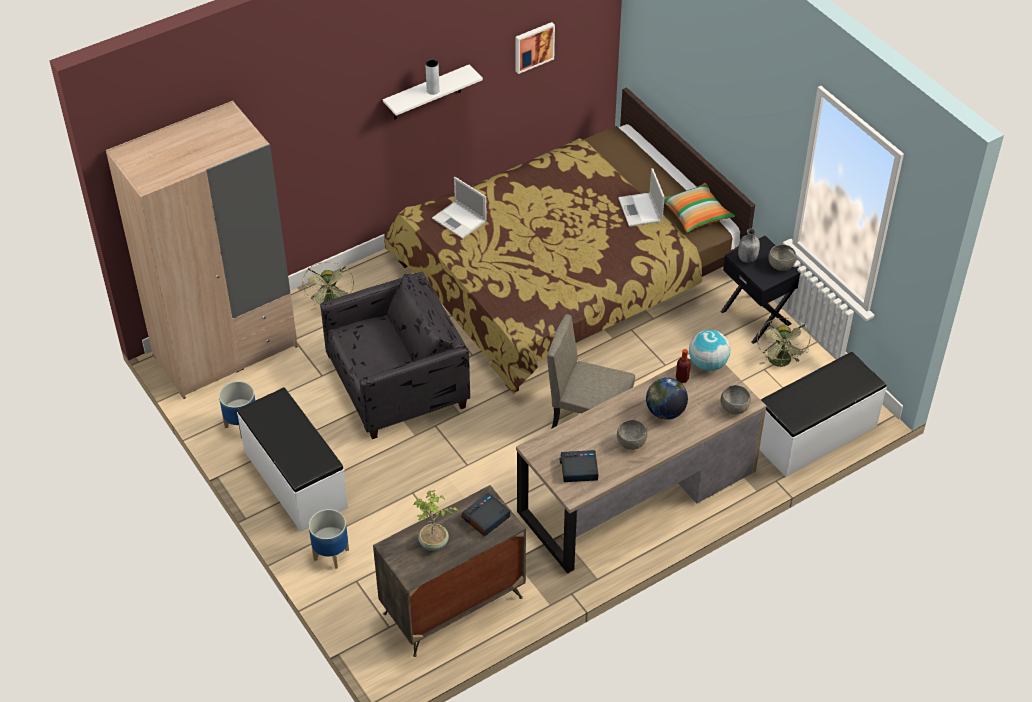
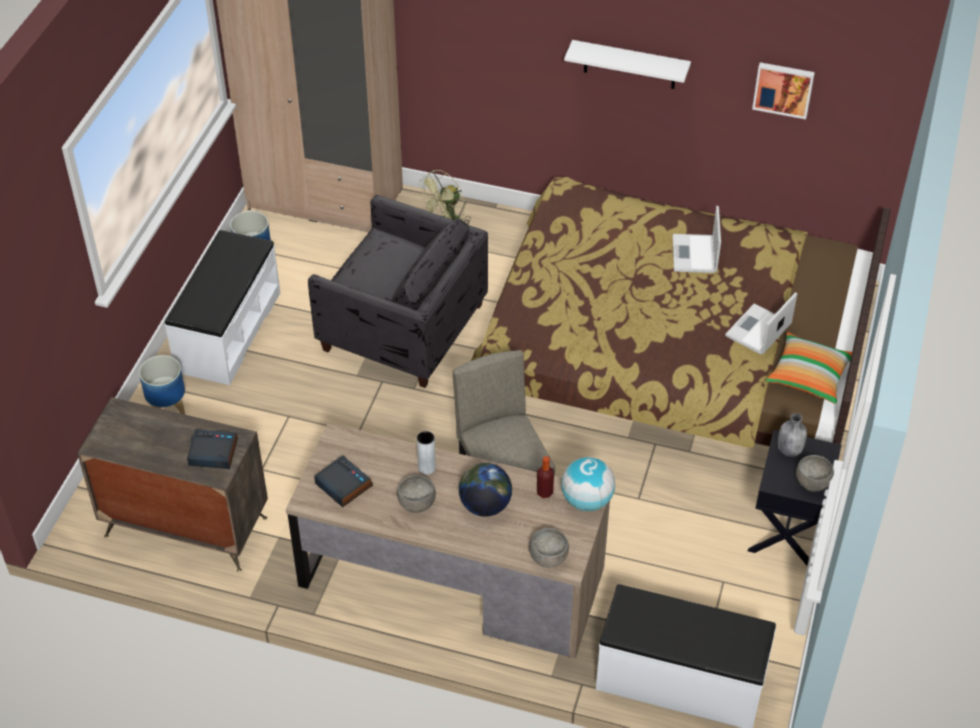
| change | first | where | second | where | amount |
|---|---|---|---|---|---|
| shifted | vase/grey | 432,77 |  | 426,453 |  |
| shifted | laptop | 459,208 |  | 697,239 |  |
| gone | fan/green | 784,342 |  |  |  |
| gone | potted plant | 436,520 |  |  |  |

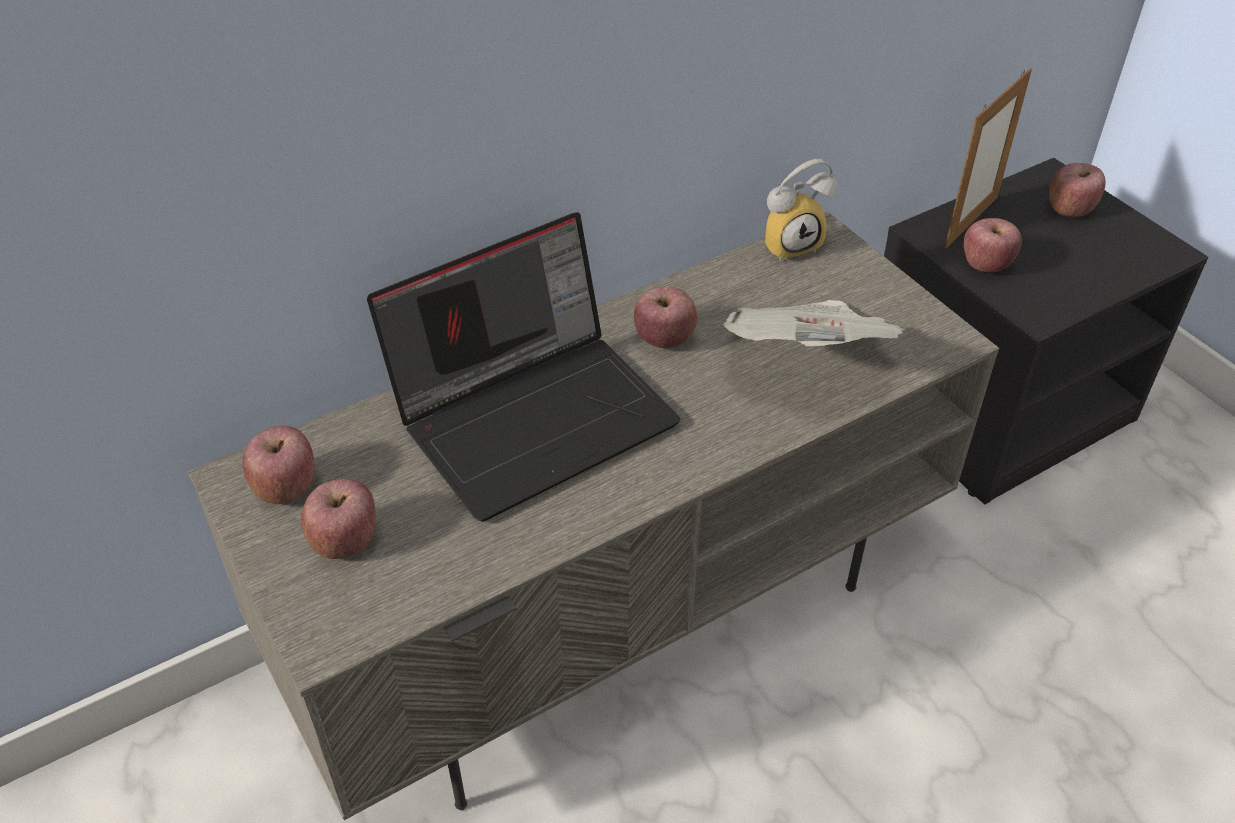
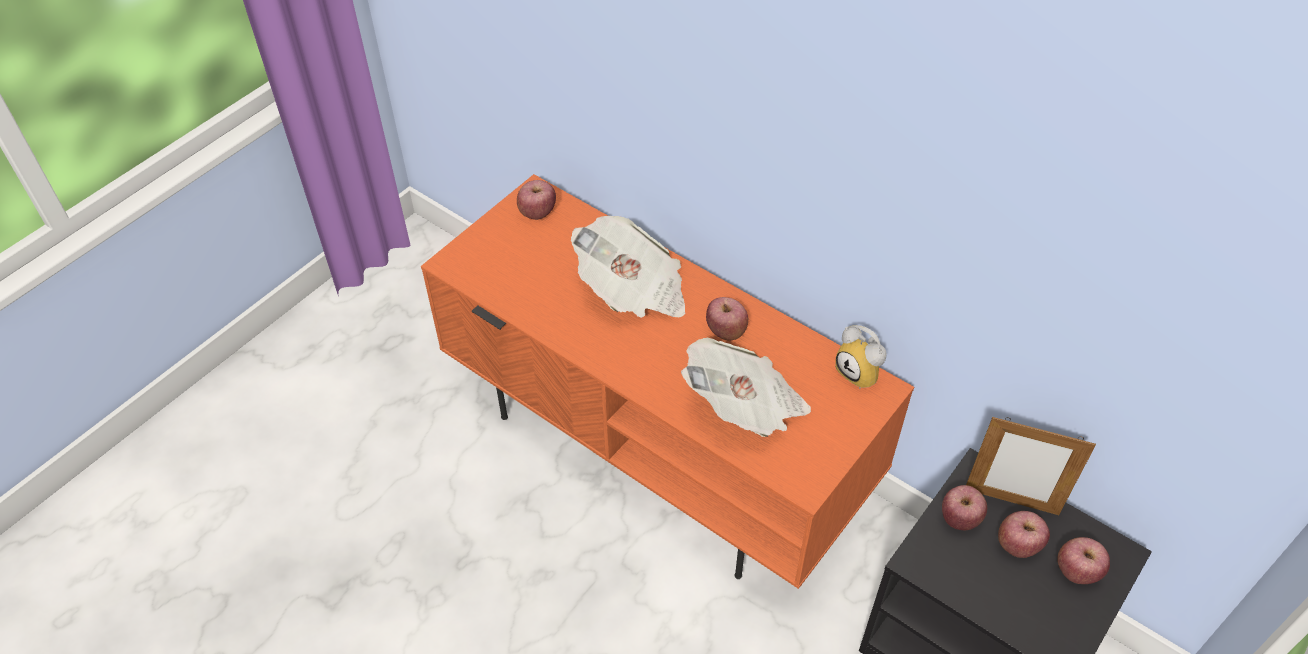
| change | first | where | second | where | amount |
|---|---|---|---|---|---|
| repainted | tv stand/grey | 593,516 | tv stand/orange | 667,381 |  |
| swapped | laptop | 523,367 | newspaper | 628,267 |  |
| shifted | apple | 338,519 |  | 1024,534 |  |

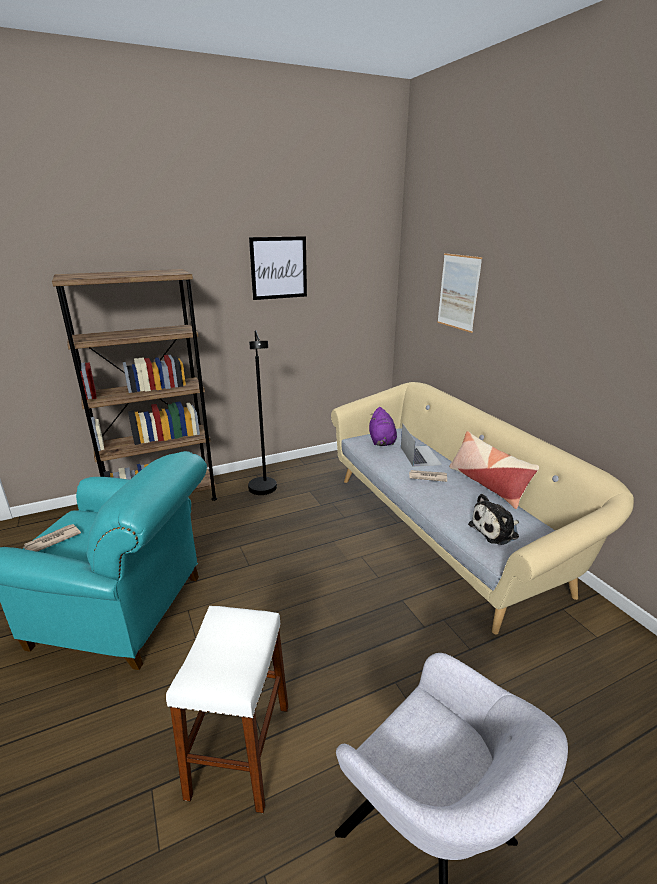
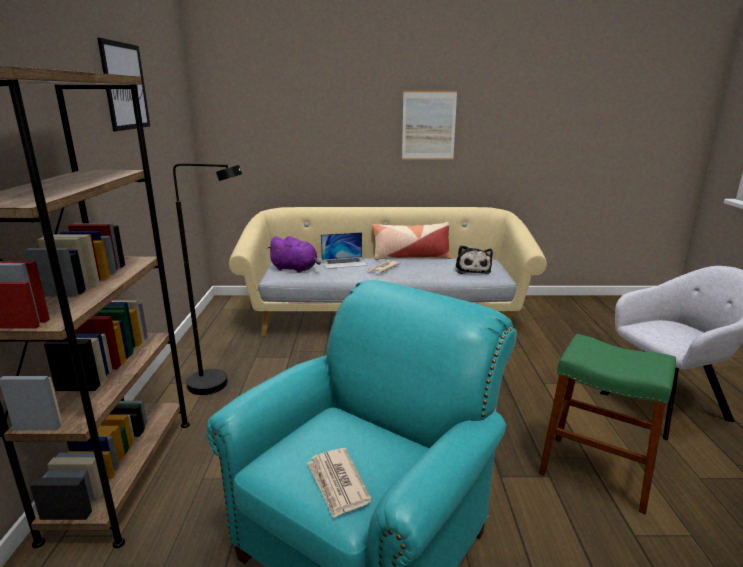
| change | first | where | second | where | amount |
|---|---|---|---|---|---|
| shifted | picture | 459,293 |  | 429,125 |  |
| rotated | laptop | 421,445 |  | 344,250 | 150 degrees clockwise |
| repainted | stool/white | 227,709 | stool/green | 607,424 |  |

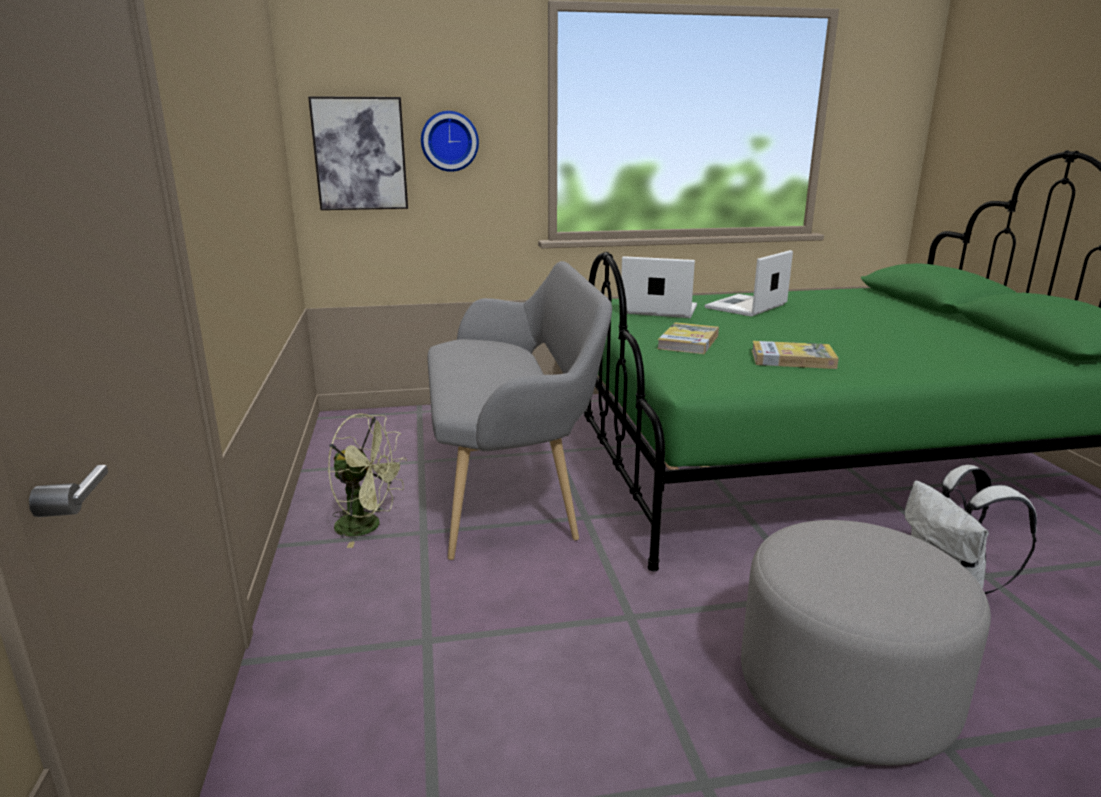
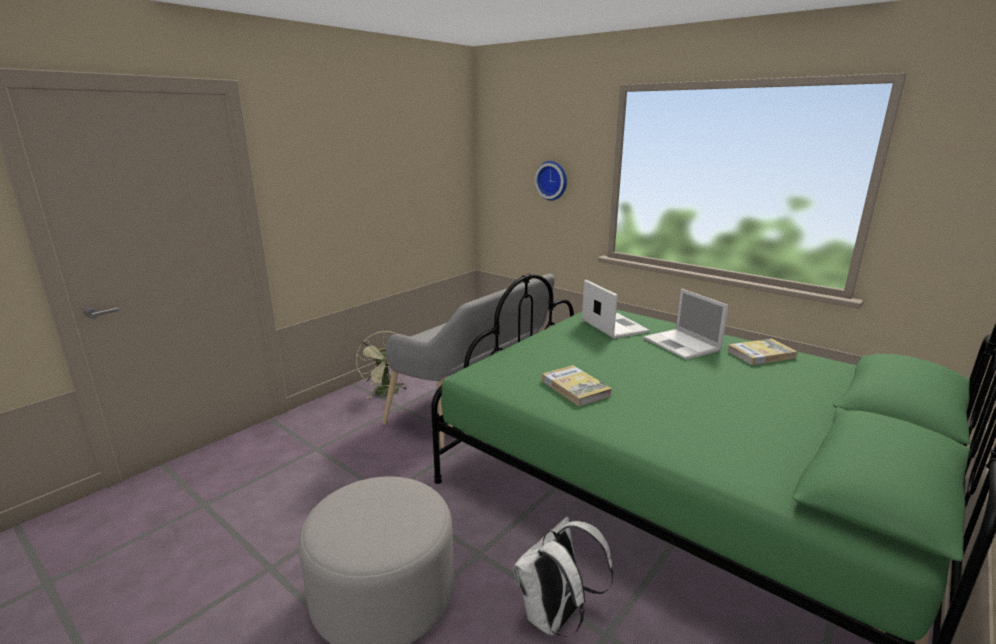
| change | first | where | second | where | amount |
|---|---|---|---|---|---|
| gone | picture | 358,153 |  |  |  |
| rotated | laptop | 749,283 |  | 685,324 | 120 degrees counterclockwise |
| shifted | book | 688,338 |  | 762,352 |  |

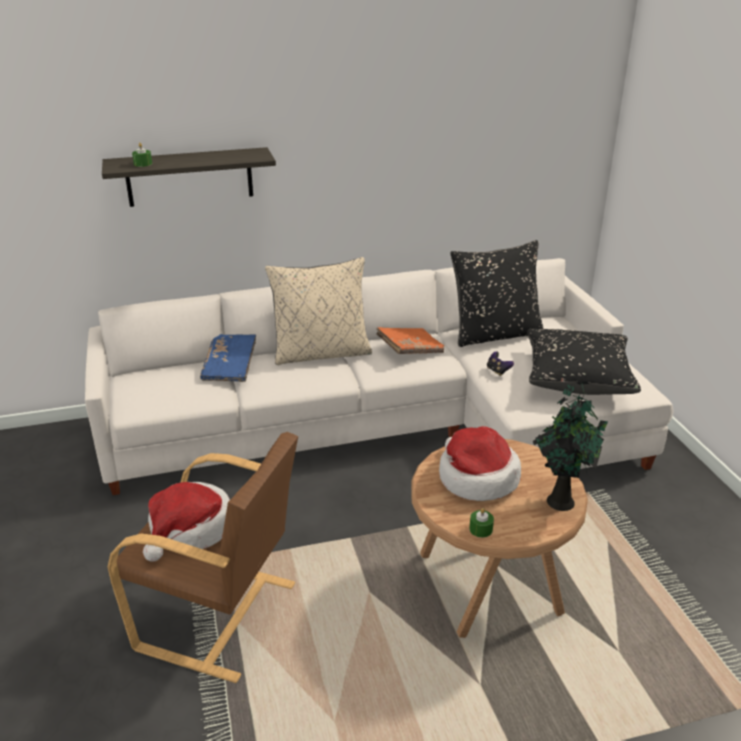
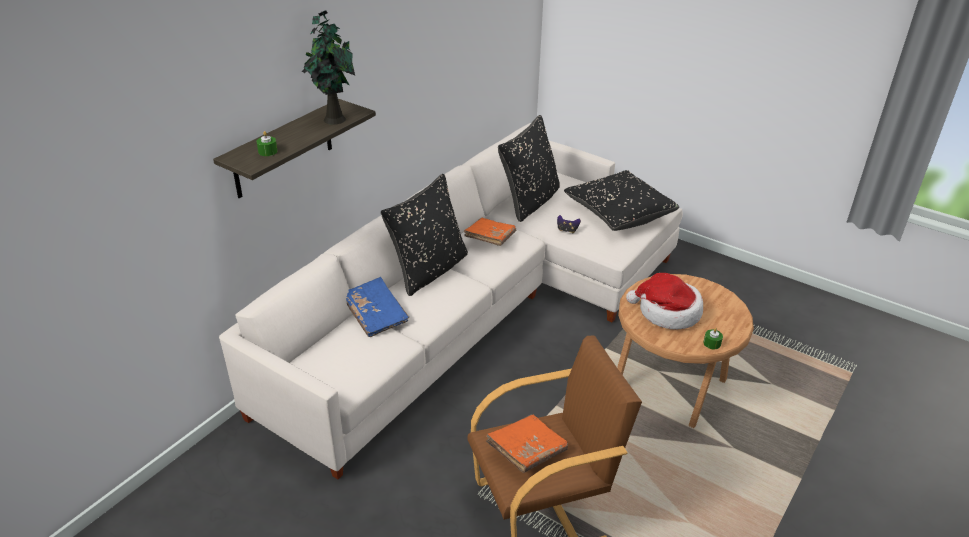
| change | first | where | second | where | amount |
|---|---|---|---|---|---|
| repainted | pillow/beige | 318,311 | pillow/black | 424,235 |  |
| shifted | potted plant | 570,446 |  | 328,67 |  |
| swapped | hat | 186,522 | book/orange | 527,444 |  |

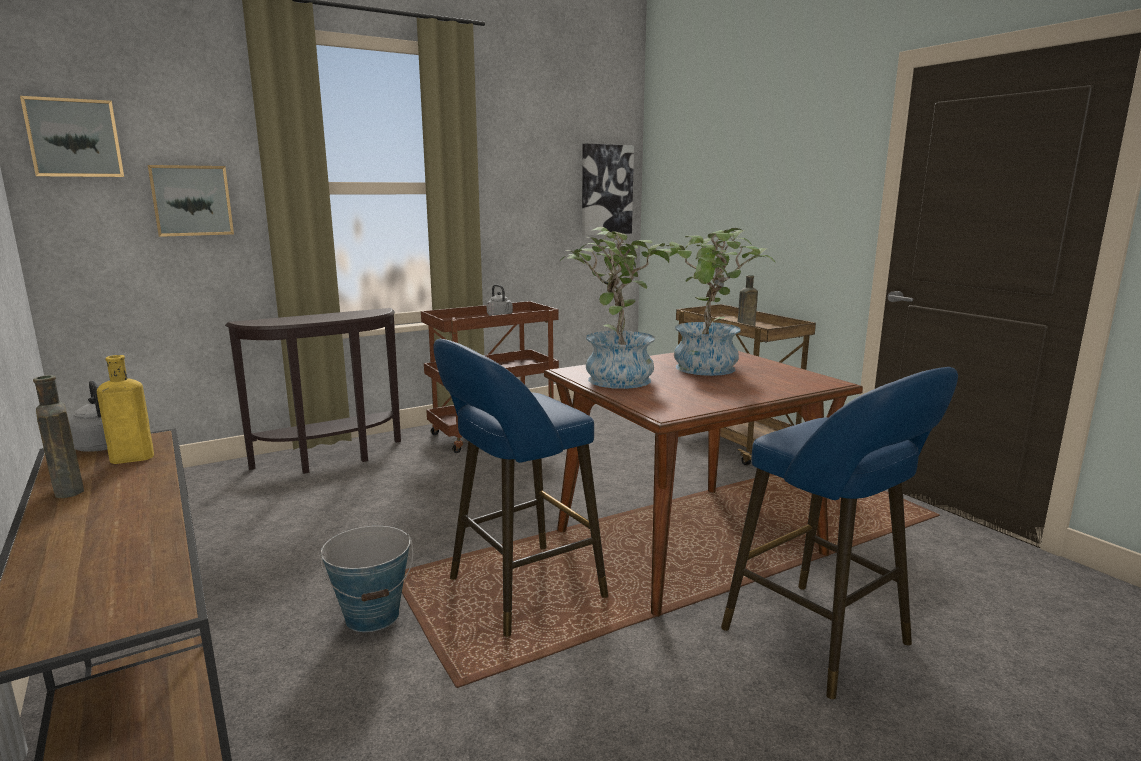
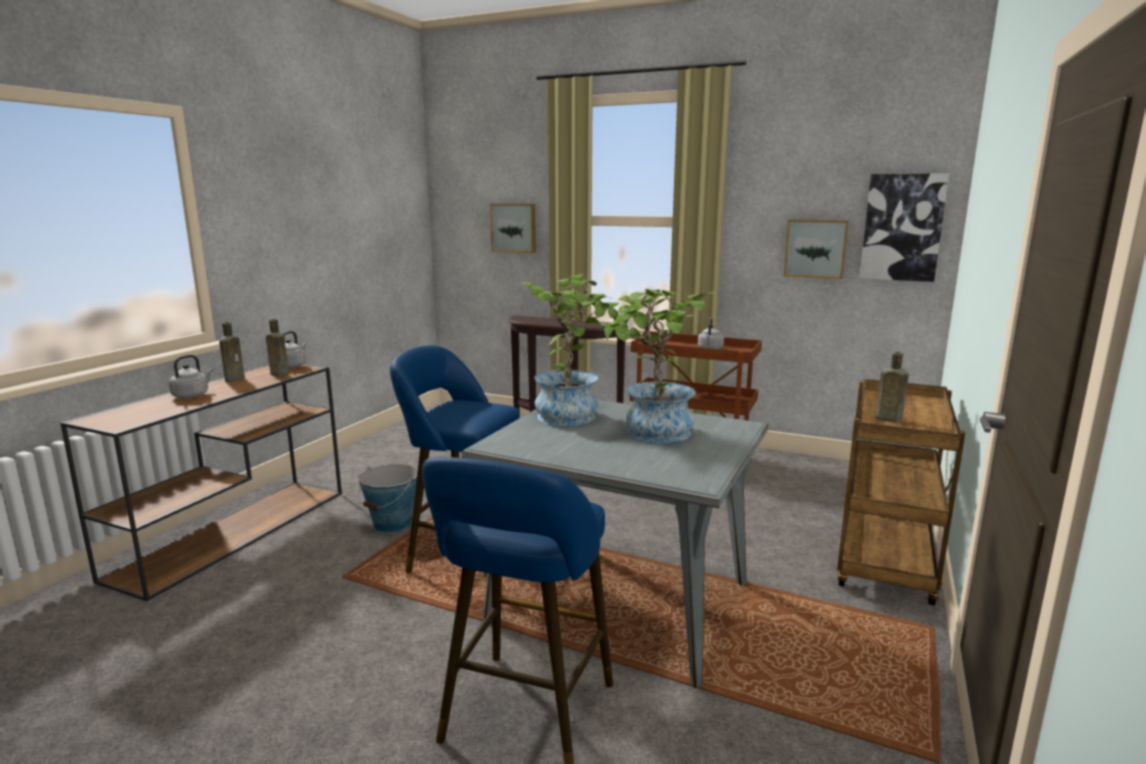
| change | first | where | second | where | amount |
|---|---|---|---|---|---|
| shifted | picture | 72,136 |  | 816,249 |  |
| repainted | dining table/brown | 703,484 | dining table/grey | 615,544 |  |
| repainted | bottle/yellow | 125,409 | bottle/brown | 277,348 |  |
| new |  |  | kettle/grey | 191,376 |  |

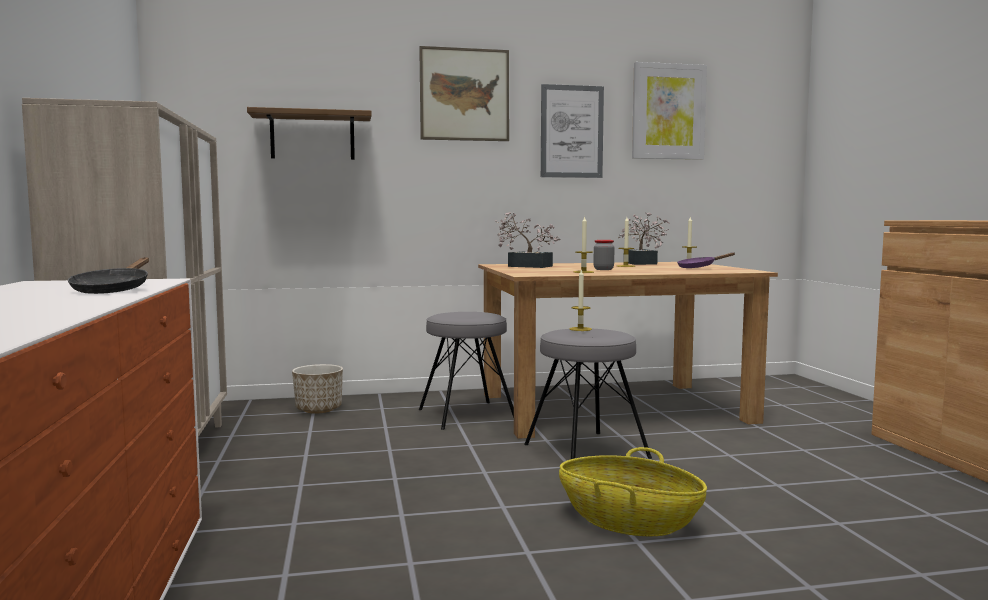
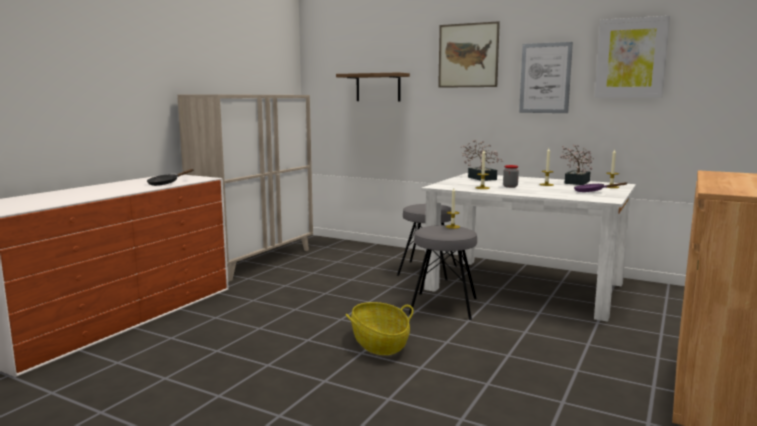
| change | first | where | second | where | amount |
|---|---|---|---|---|---|
| repainted | dining table/brown | 628,350 | dining table/white | 528,247 |  |
| gone | planter | 317,389 |  |  |  |

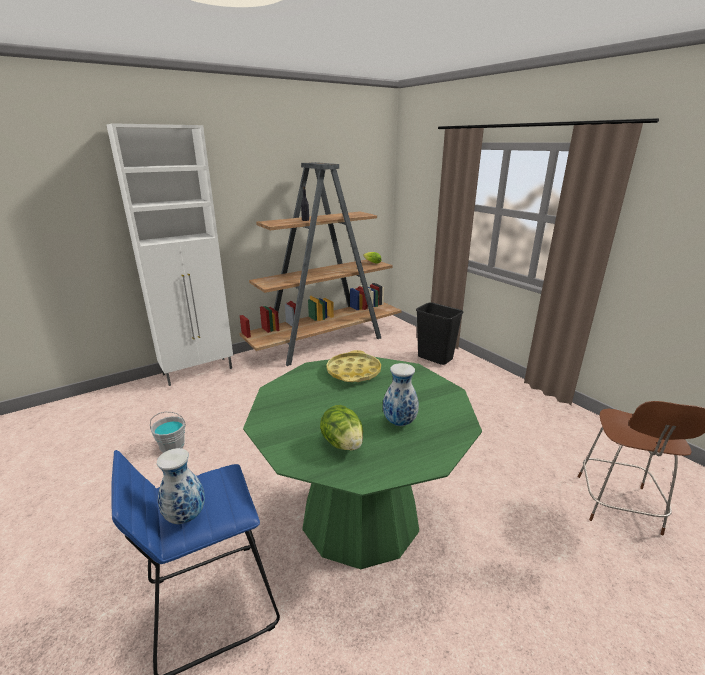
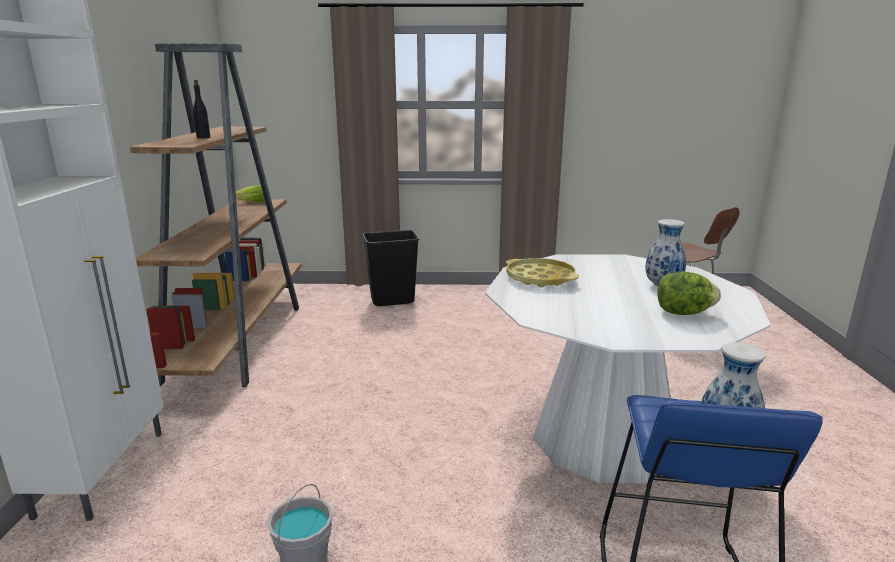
| change | first | where | second | where | amount |
|---|---|---|---|---|---|
| repainted | dining table/green | 362,463 | dining table/white | 628,369 |  |

